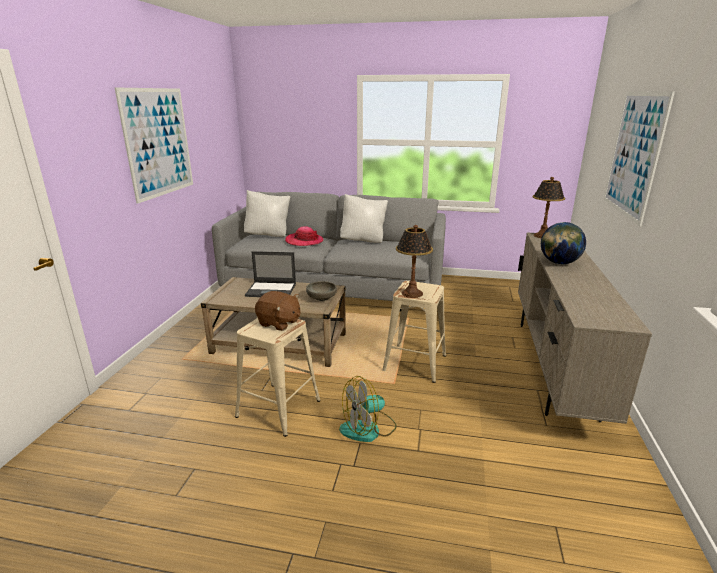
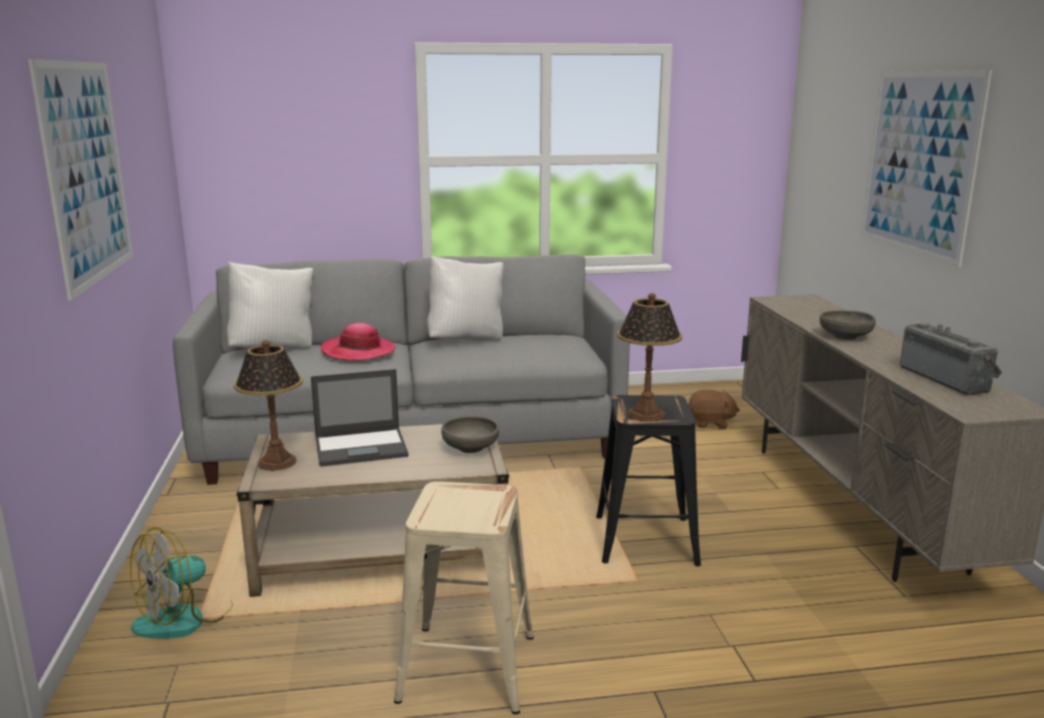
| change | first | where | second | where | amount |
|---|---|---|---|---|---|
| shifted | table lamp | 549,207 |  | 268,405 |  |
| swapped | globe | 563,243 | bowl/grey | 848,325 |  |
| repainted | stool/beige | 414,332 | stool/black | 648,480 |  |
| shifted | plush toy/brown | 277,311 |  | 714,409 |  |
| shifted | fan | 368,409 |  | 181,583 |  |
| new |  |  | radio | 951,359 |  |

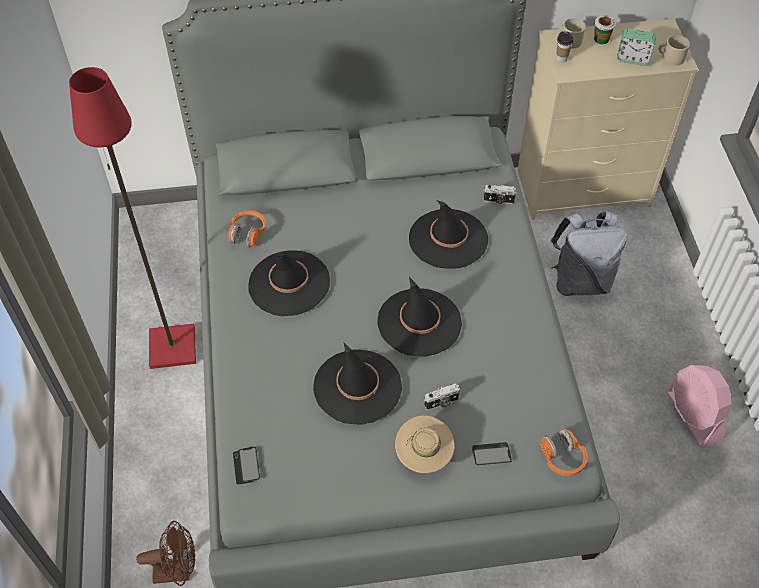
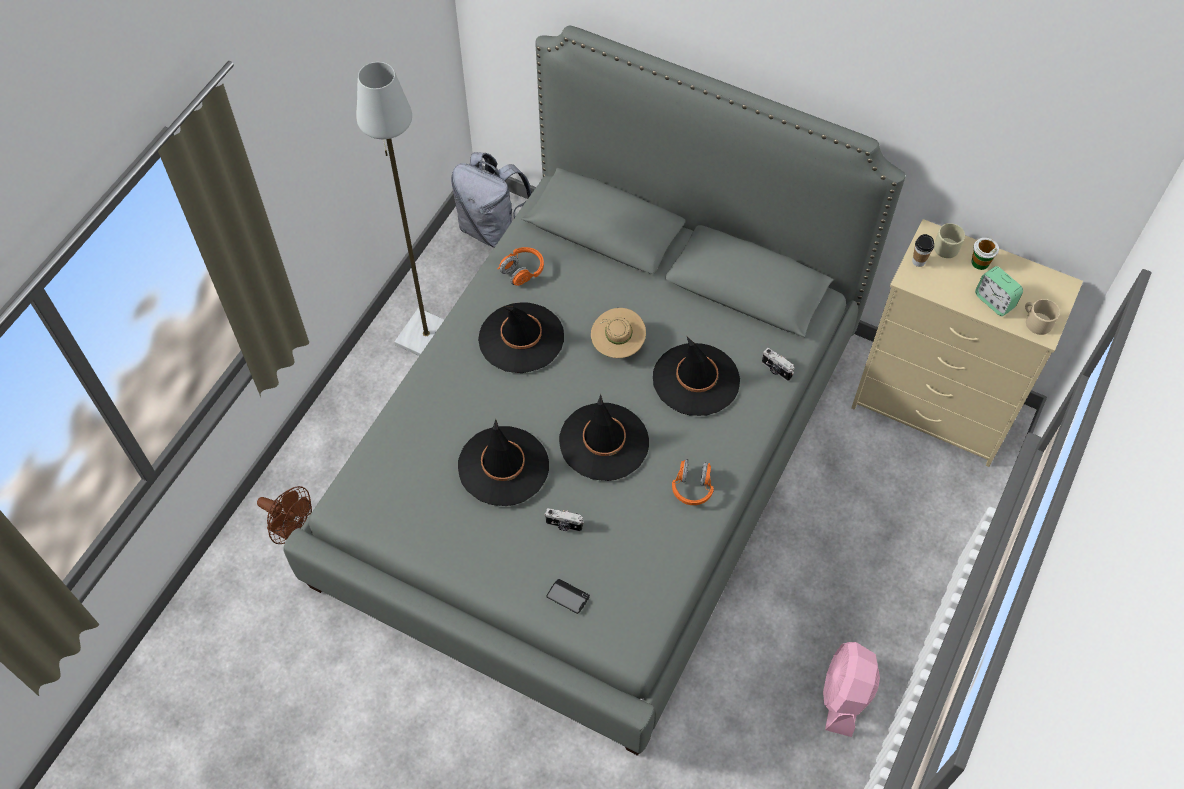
| change | first | where | second | where | amount |
|---|---|---|---|---|---|
| repainted | floor lamp/red | 132,218 | floor lamp/grey | 400,209 |  |
| shifted | backpack/grey | 589,253 |  | 491,200 |  |
| shifted | hat/beige | 425,444 |  | 618,333 |  |
| shifted | headphones/orange | 564,452 |  | 693,482 |  |
| gone | phone | 246,466 |  |  |  |

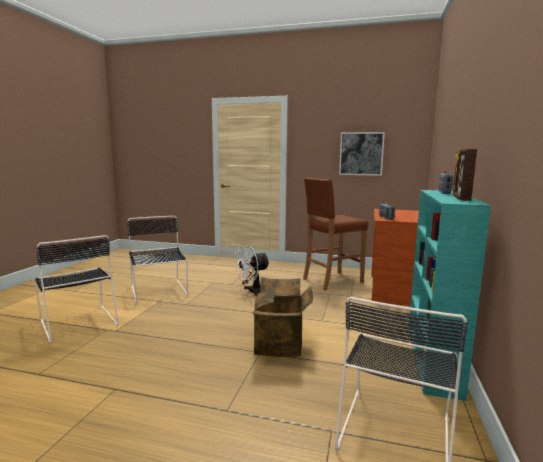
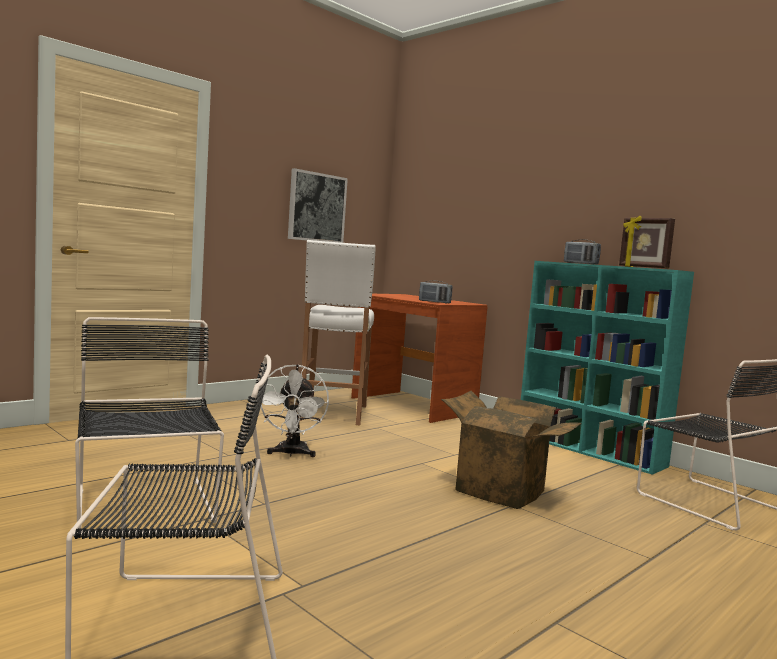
| change | first | where | second | where | amount |
|---|---|---|---|---|---|
| repainted | stool/brown | 335,233 | stool/white | 338,332 |  |
| rotated | chair/black | 157,259 |  | 149,422 | 60 degrees clockwise |

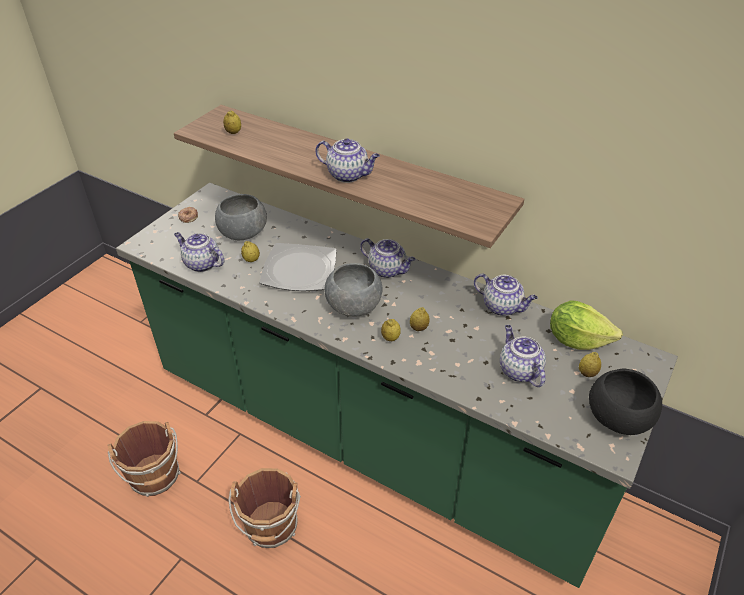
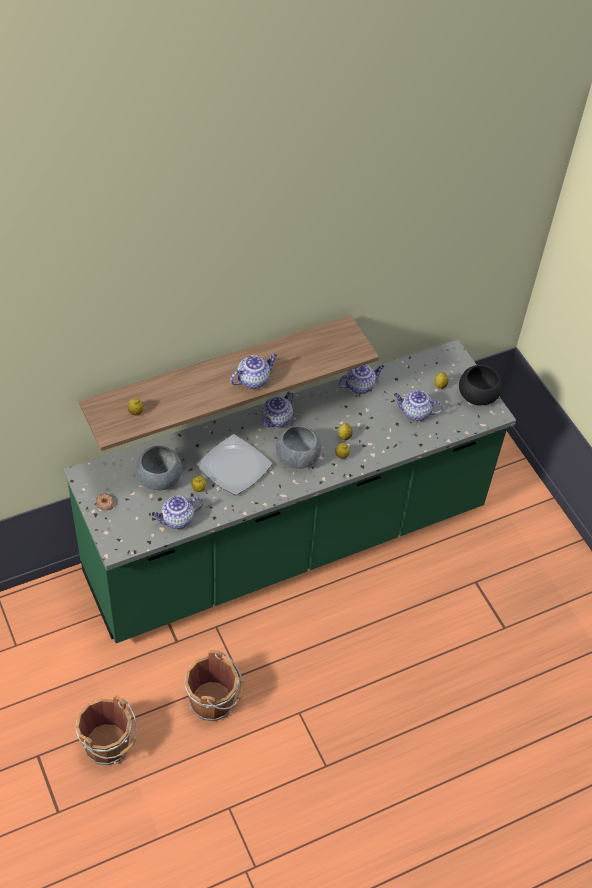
| change | first | where | second | where | amount |
|---|---|---|---|---|---|
| rotated | teapot | 388,258 |  | 278,409 | 150 degrees clockwise |
| gone | lettuce | 586,325 |  |  |  |
| shifted | bucket/brown | 264,508 |  | 106,730 |  |

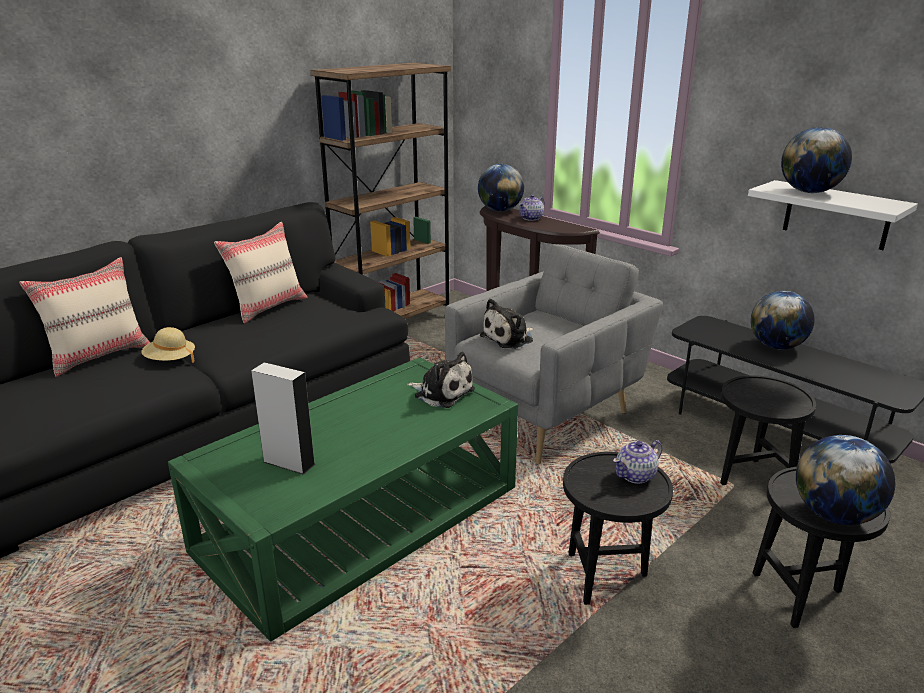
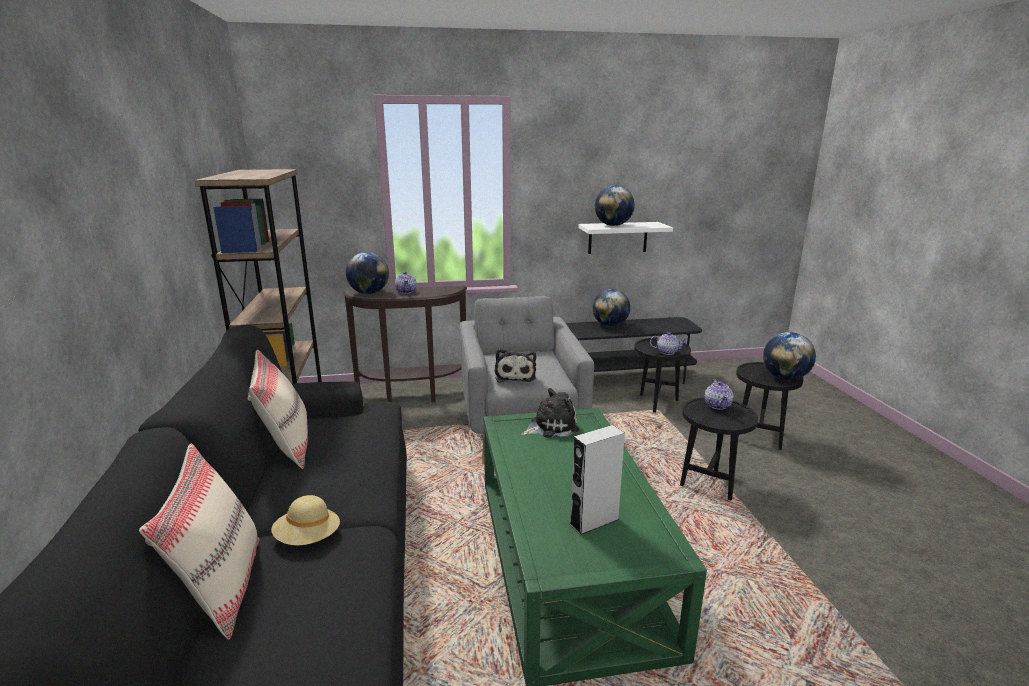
| change | first | where | second | where | amount |
|---|---|---|---|---|---|
| new |  |  | teapot | 668,343 |  |

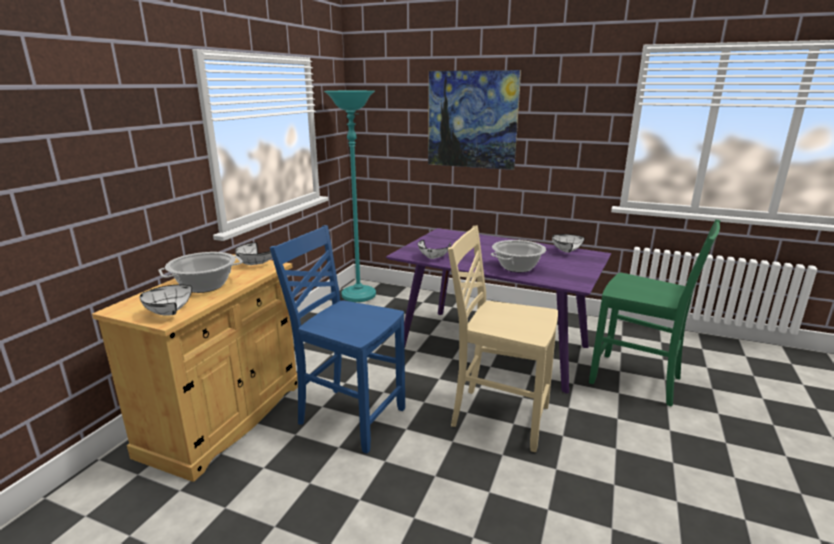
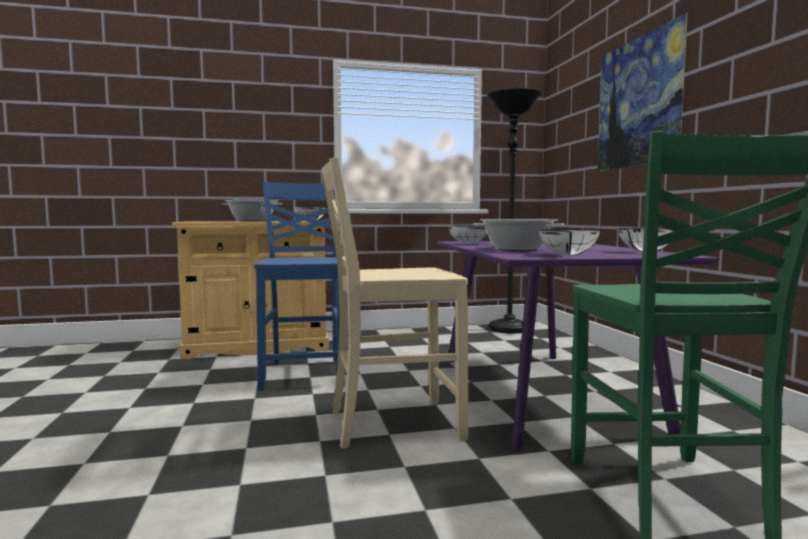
| change | first | where | second | where | amount |
|---|---|---|---|---|---|
| repainted | floor lamp/turquoise | 350,196 | floor lamp/black | 514,211 |  |
| rotated | chair/beige | 503,339 |  | 394,303 | 90 degrees counterclockwise |
| shifted | bowl/white | 166,300 |  | 570,242 |  |

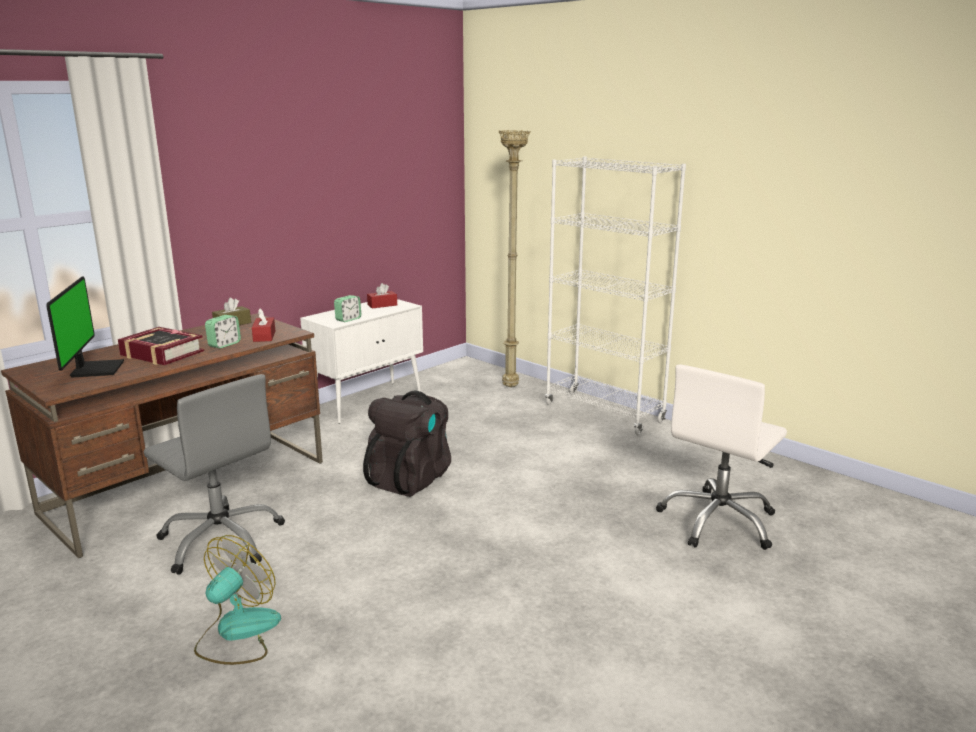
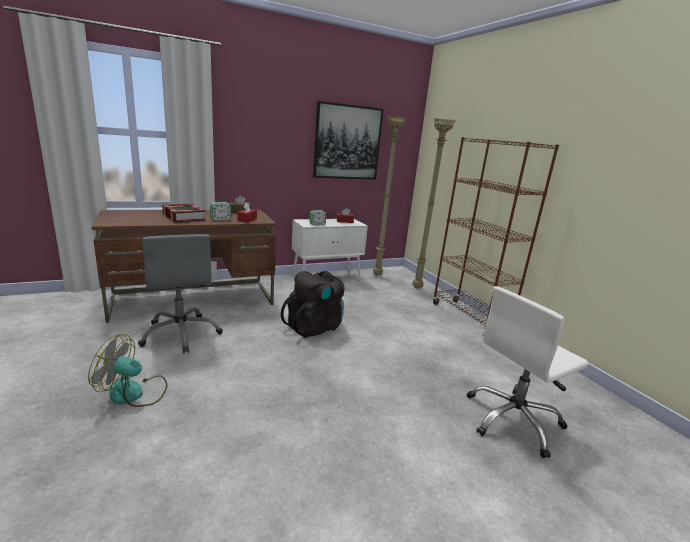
| change | first | where | second | where | amount |
|---|---|---|---|---|---|
| repainted | bookcase/white | 615,295 | bookcase/brown | 496,236 |  |
| gone | monitor | 85,327 |  |  |  |
| rotated | fan | 237,600 |  | 127,370 | 135 degrees counterclockwise |
| new |  |  | picture | 348,140 |  |
| new |  |  | floor lamp/beige | 390,195 |  |

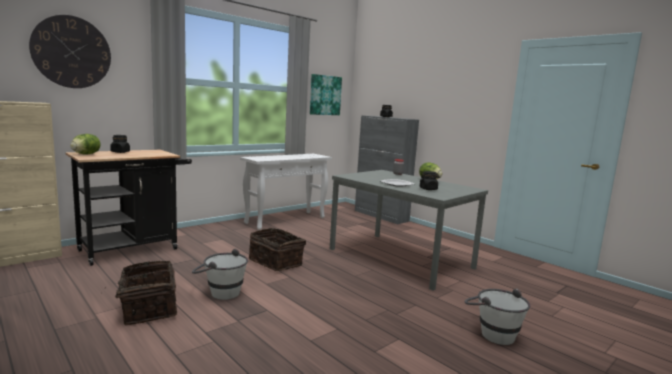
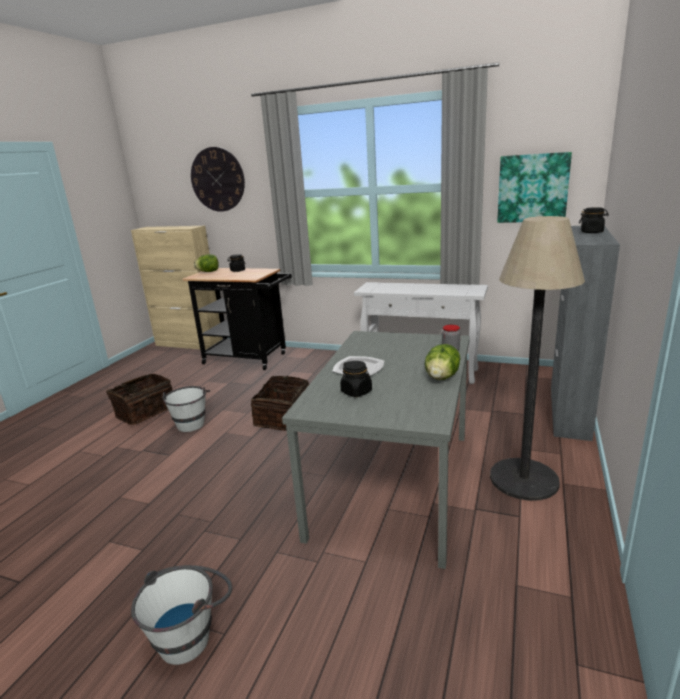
| change | first | where | second | where | amount |
|---|---|---|---|---|---|
| new |  |  | floor lamp | 537,358 |  |

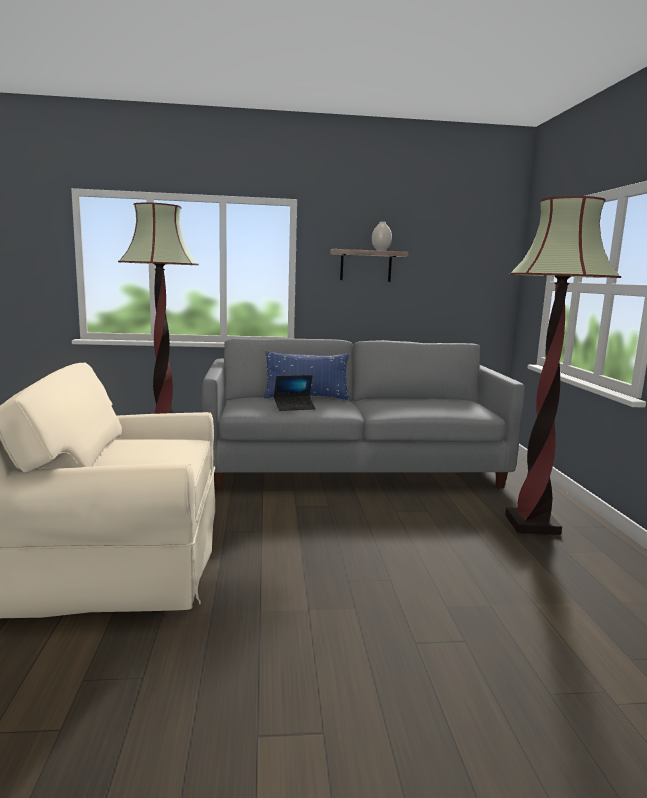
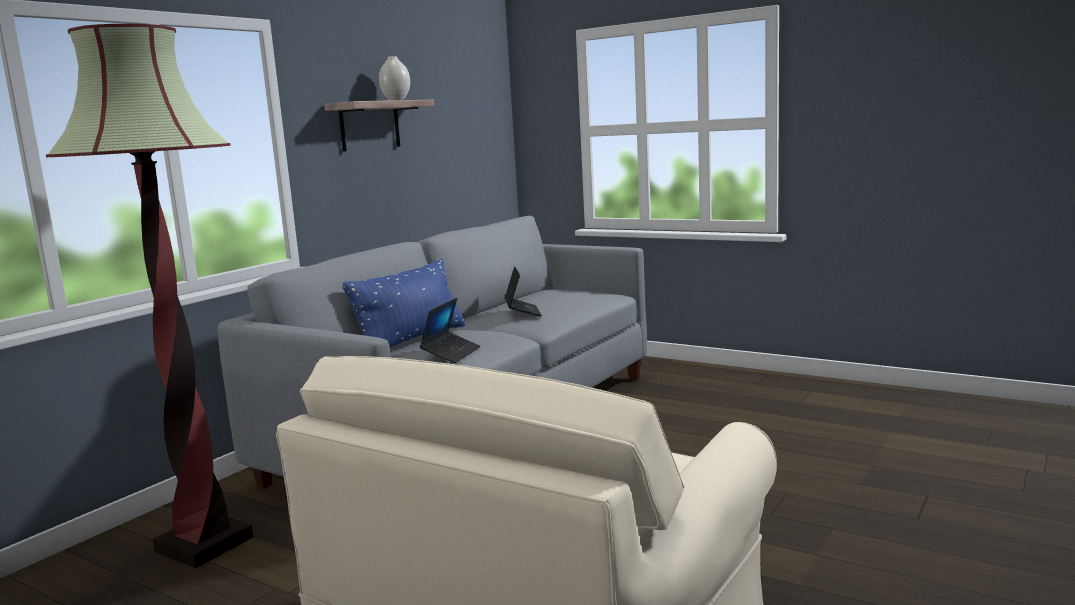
| change | first | where | second | where | amount |
|---|---|---|---|---|---|
| gone | floor lamp | 563,365 |  |  |  |
| new |  |  | laptop | 523,291 |  |

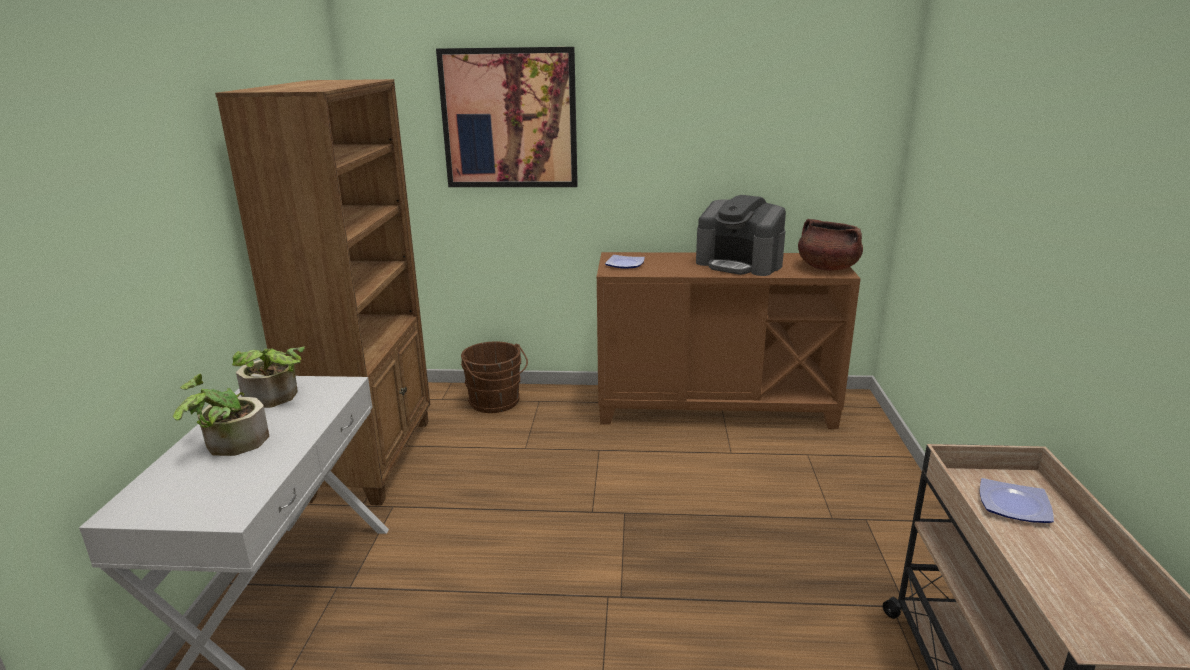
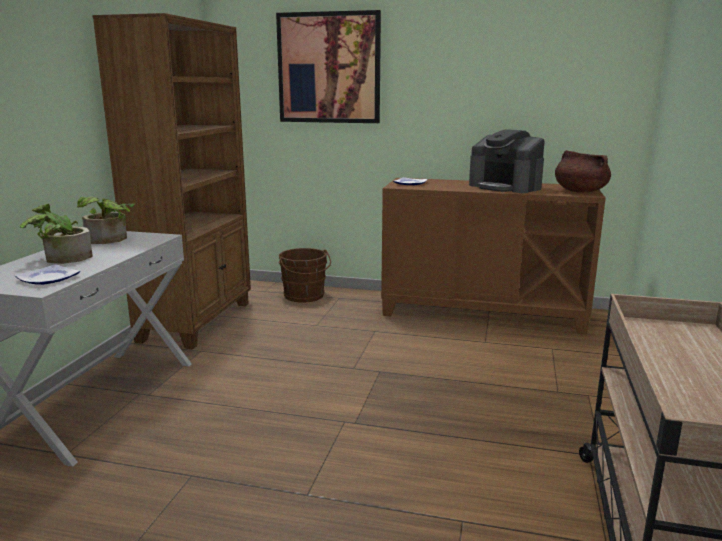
| change | first | where | second | where | amount |
|---|---|---|---|---|---|
| shifted | plate | 1017,500 |  | 47,274 |  |

